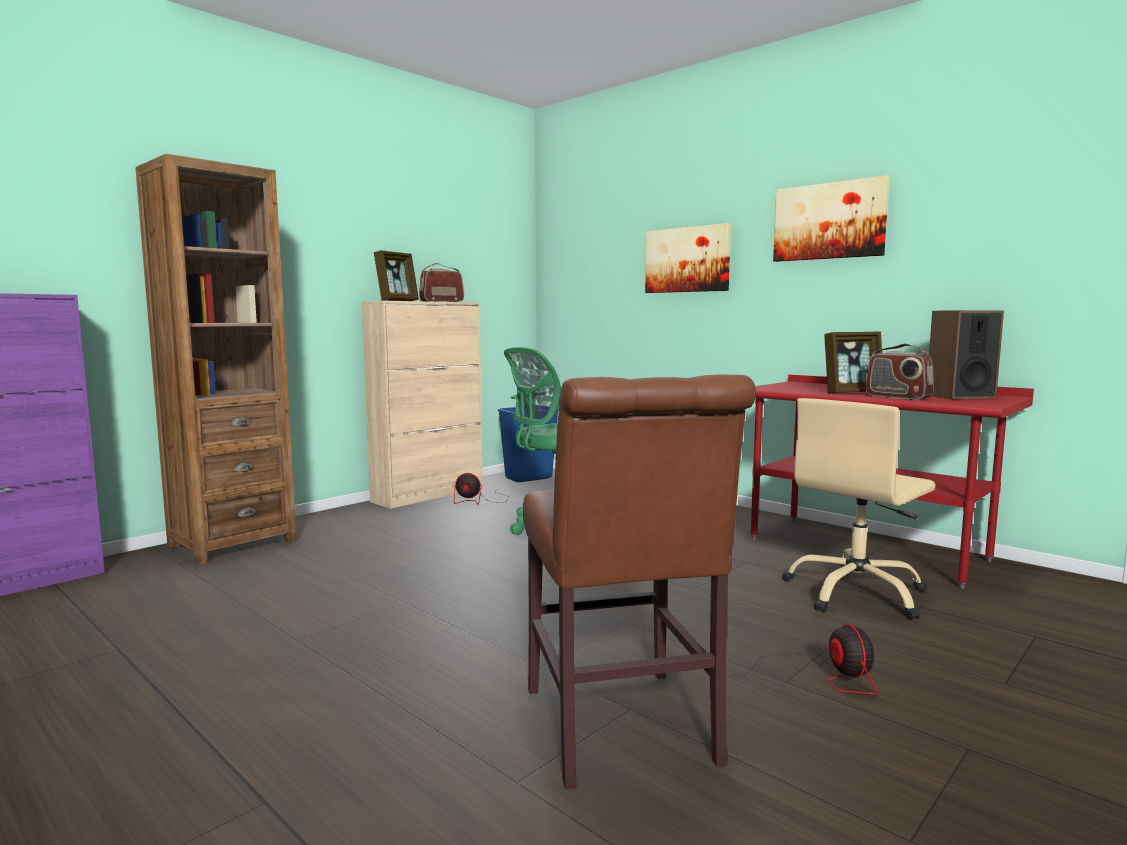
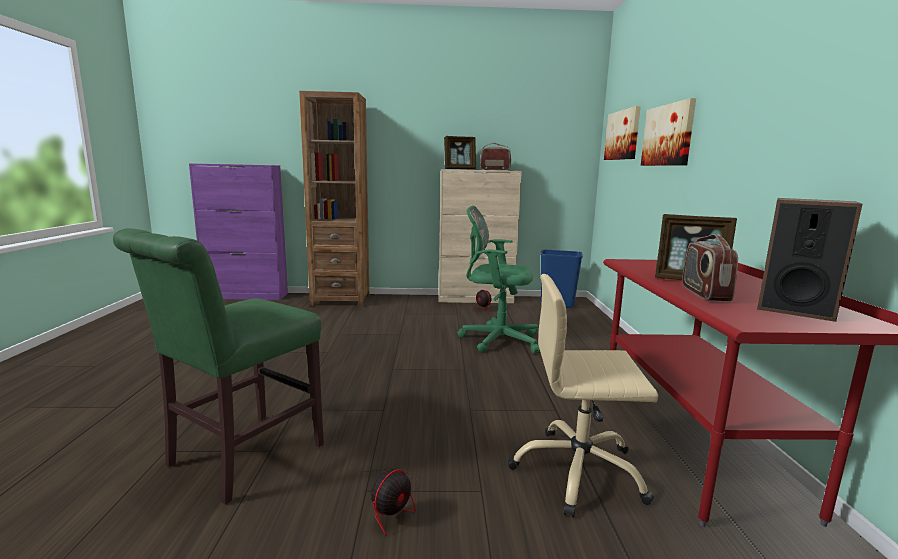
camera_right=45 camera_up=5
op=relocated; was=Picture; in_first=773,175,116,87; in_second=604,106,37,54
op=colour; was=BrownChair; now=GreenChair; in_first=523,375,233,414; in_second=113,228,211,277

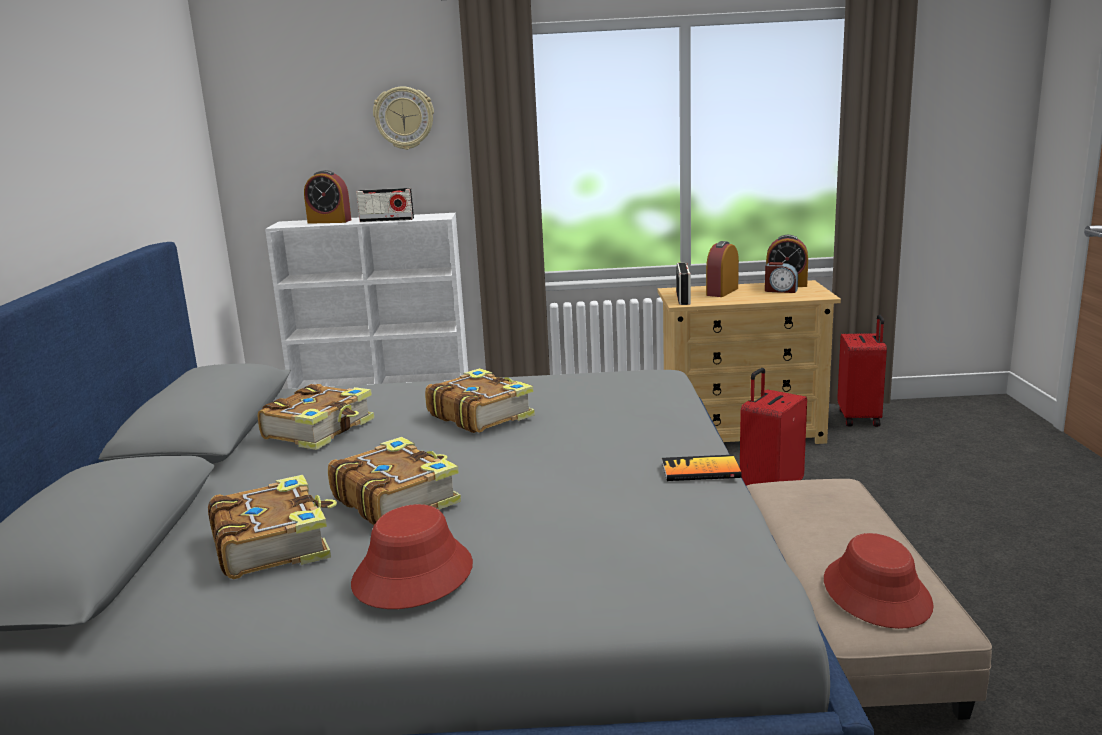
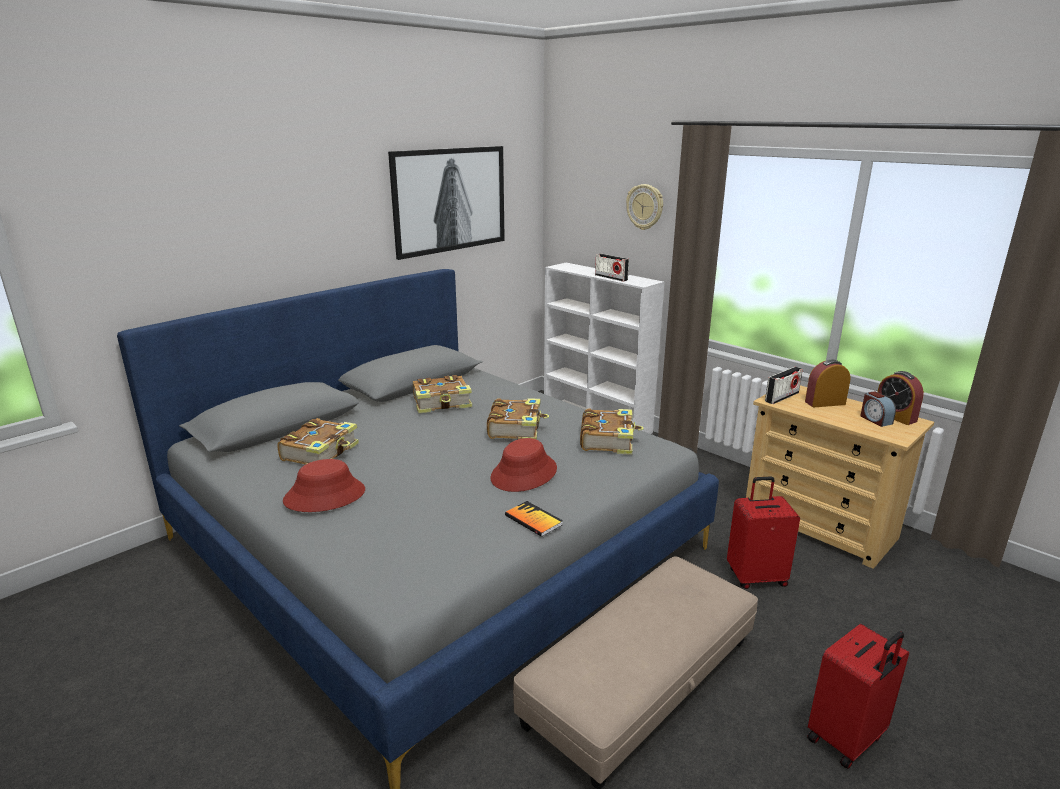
camera_right=45 camera_up=5
op=missing; was=AlarmClock; in_first=304,170,47,54
op=appeared; now=Picture; in_second=388,146,117,114
op=relocated; was=Book; in_first=328,437,133,88; in_second=580,408,64,47
op=relocated; was=RedHat; in_first=824,533,110,96; in_second=490,438,67,54
op=relocated; was=RedSuitcase; in_first=837,314,50,113; in_second=807,624,102,145

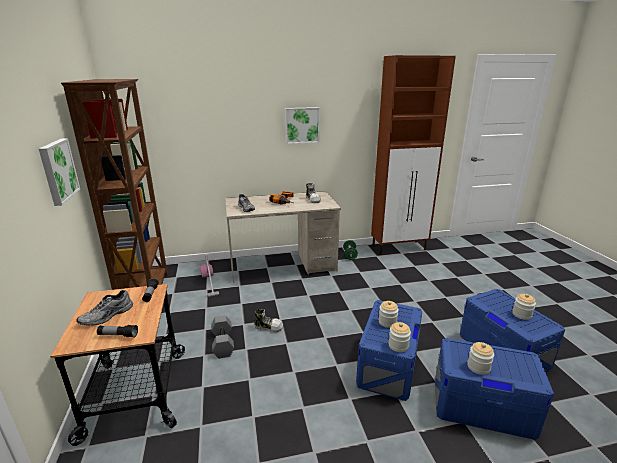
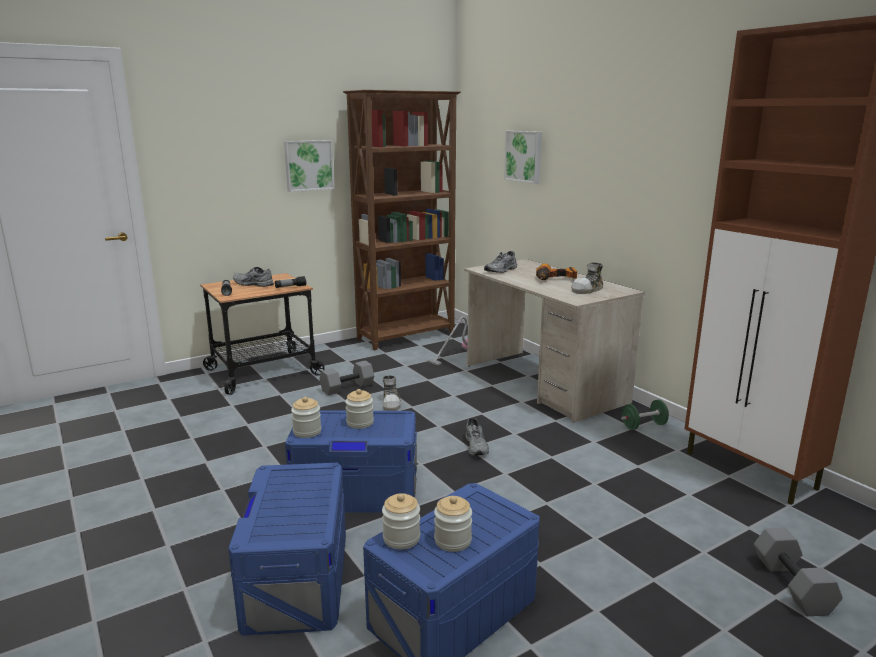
camera_right=70 camera_up=-5
op=appeared; now=GreyShoe; in_second=466,418,23,38
op=appeared; now=GreyDumbbell; in_second=754,527,89,89
op=relocated; was=Picture; in_first=285,107,35,37; in_second=504,131,38,53
op=relocated; was=Jar; in_first=467,342,27,33; in_second=382,493,38,56

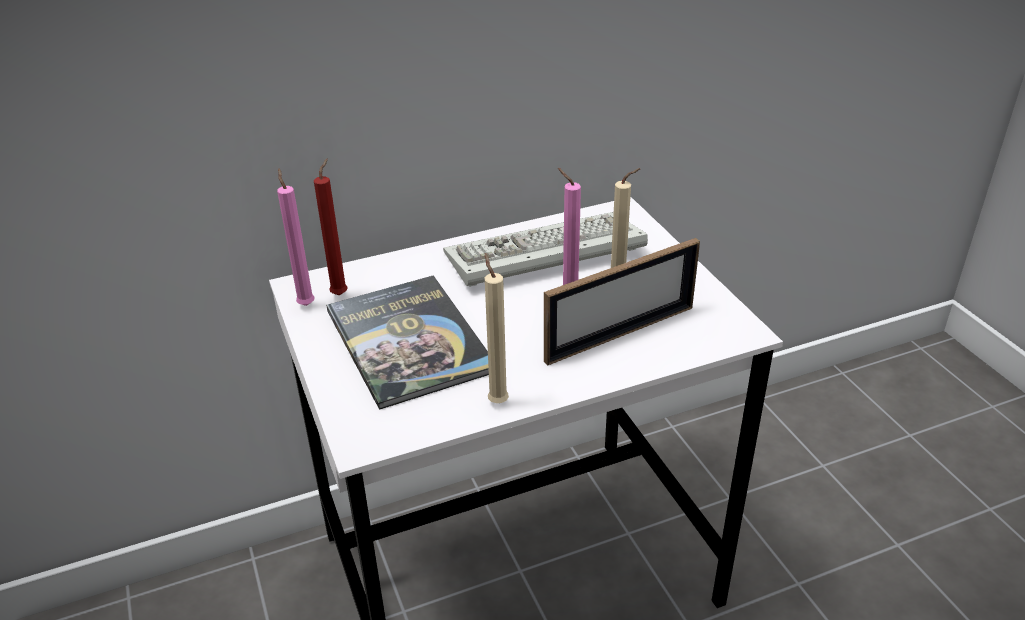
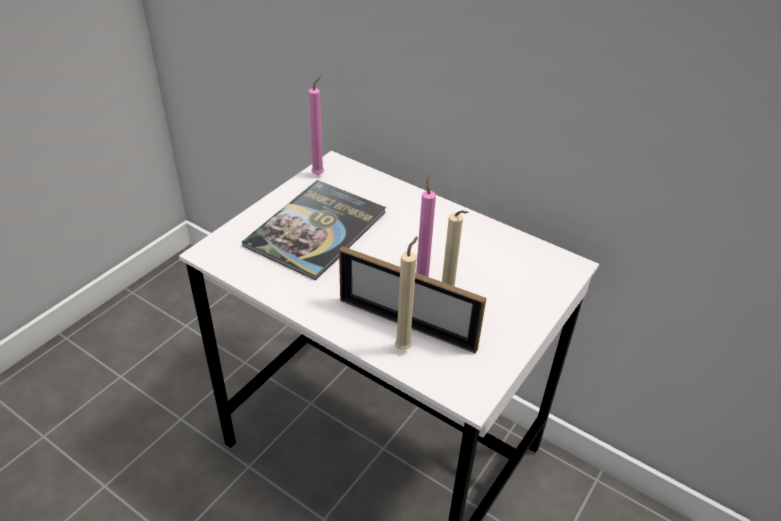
camera_right=55 camera_up=5
op=missing; was=RedCandle; in_first=314,158,34,137
op=missing; was=Keyboard; in_first=443,212,205,75
op=relocated; was=BeigeCandle; in_first=485,253,24,150; in_second=395,236,23,114

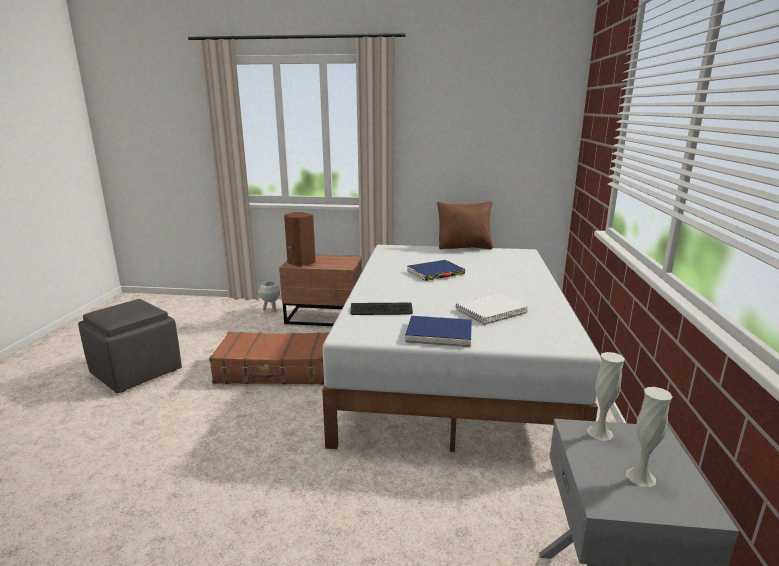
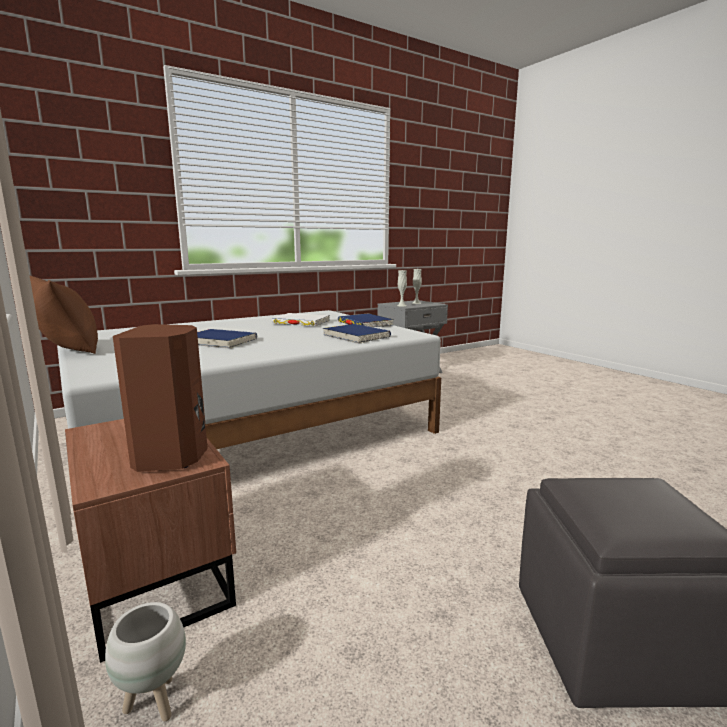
camera_right=-130 camera_up=-5
op=missing; was=BrownSuitcase; in_first=209,332,120,53
op=exchanged; was=Keyboard; now=BlueBook; in_first=350,303,63,12; in_second=323,324,68,20

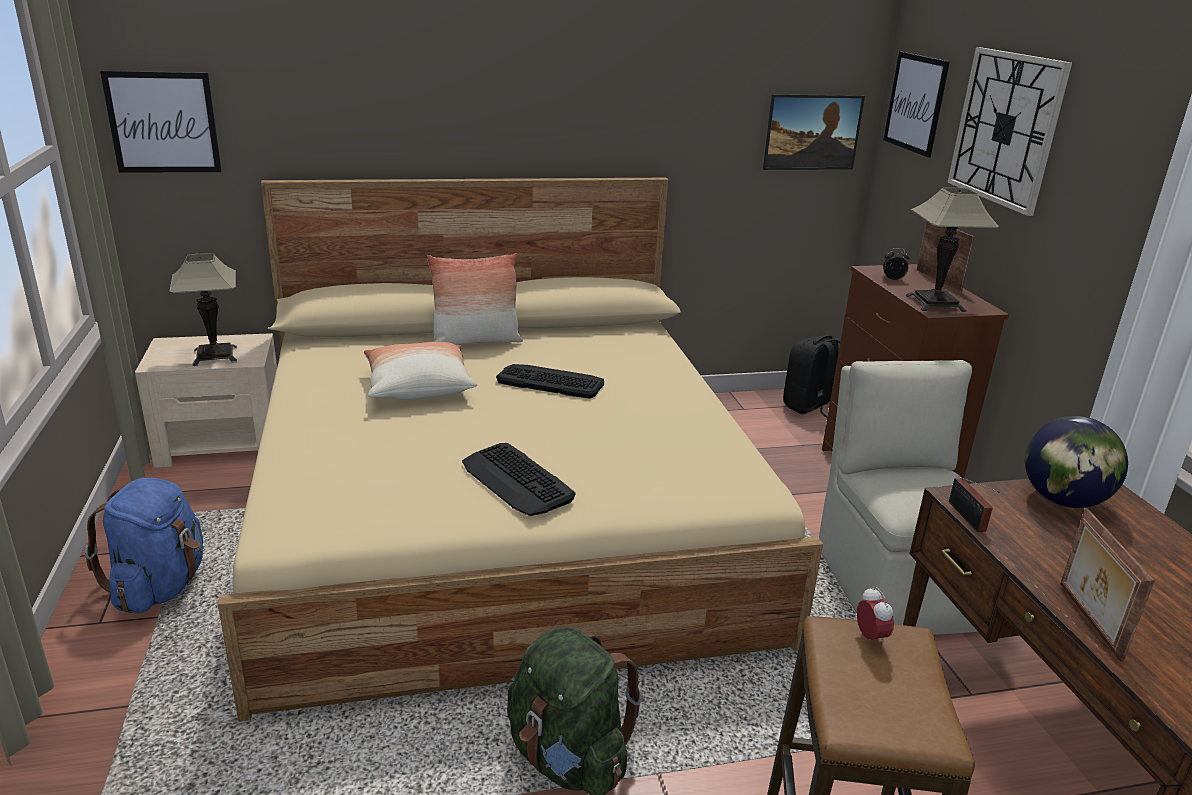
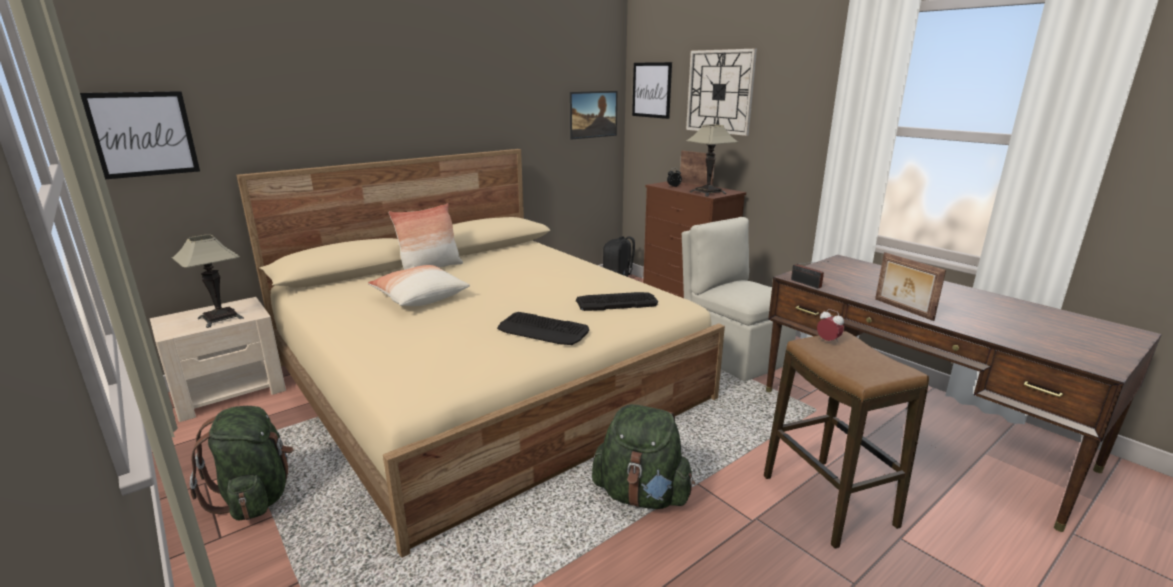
camera_right=-25 camera_up=-5
op=missing; was=Globe; in_first=1025,416,103,92
op=relocated; was=Keyboard; in_first=496,364,108,35; in_second=576,292,82,19
op=colour; was=BlueBackpack; now=GreenBackpack; in_first=85,478,119,135; in_second=190,406,104,114

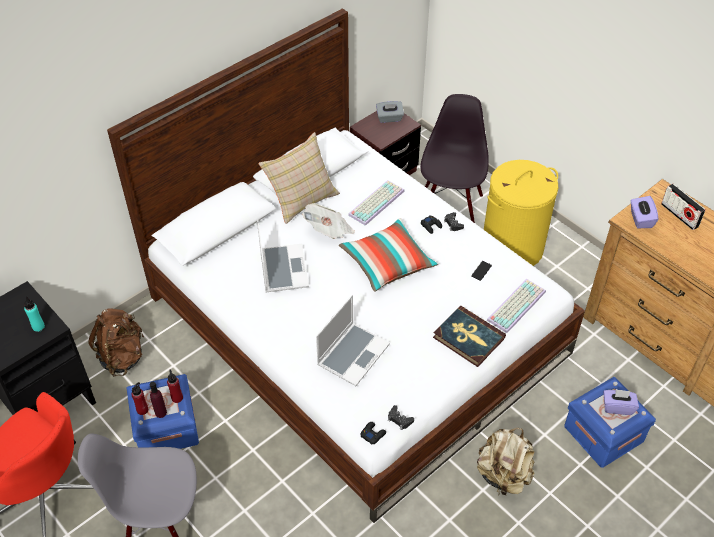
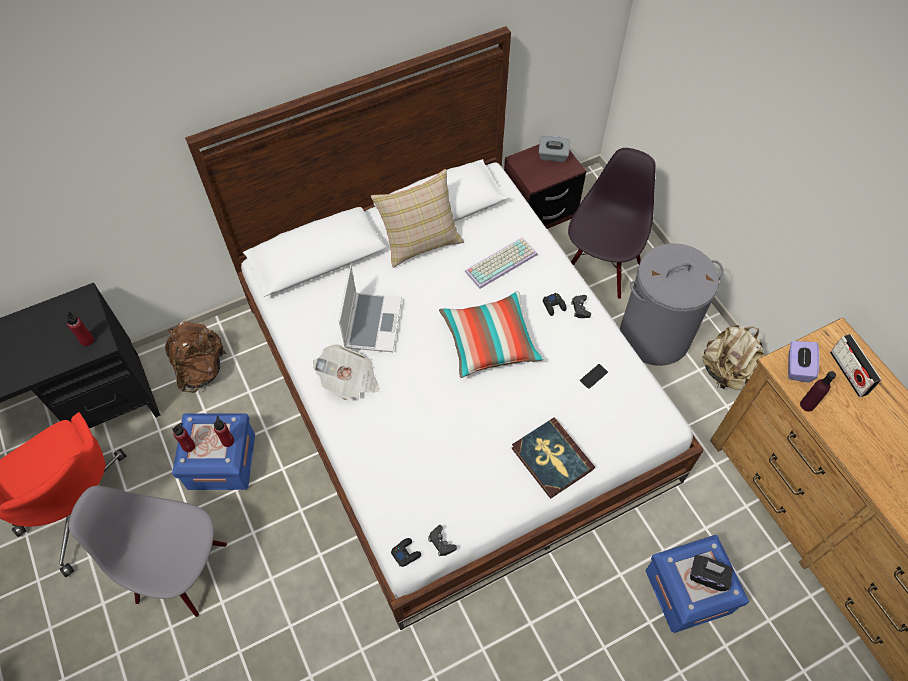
camera_right=15 camera_up=10
op=missing; was=Laptop; in_first=316,295,74,91
op=missing; was=Keyboard; in_first=487,279,59,54
op=relocated; was=PurpleBottle; in_first=150,382,17,36; in_second=800,371,36,41
op=relocated; was=Newspaper; in_first=302,203,53,36; in_second=313,344,67,56
op=relocated; was=BeigeBackpack; in_first=477,428,57,67; in_second=702,325,62,65
op=colour; was=TurquoiseBottle; now=RedBottle; in_first=24,296,21,36; in_second=66,311,28,35
op=colour; was=YellowLaundryBasket; now=GreyLaundryBasket; in_first=484,160,74,106; in_second=620,243,103,123
op=colour; was=PurpleTissueBox; now=BlackTissueBox; in_first=603,389,36,26; in_second=690,555,43,36

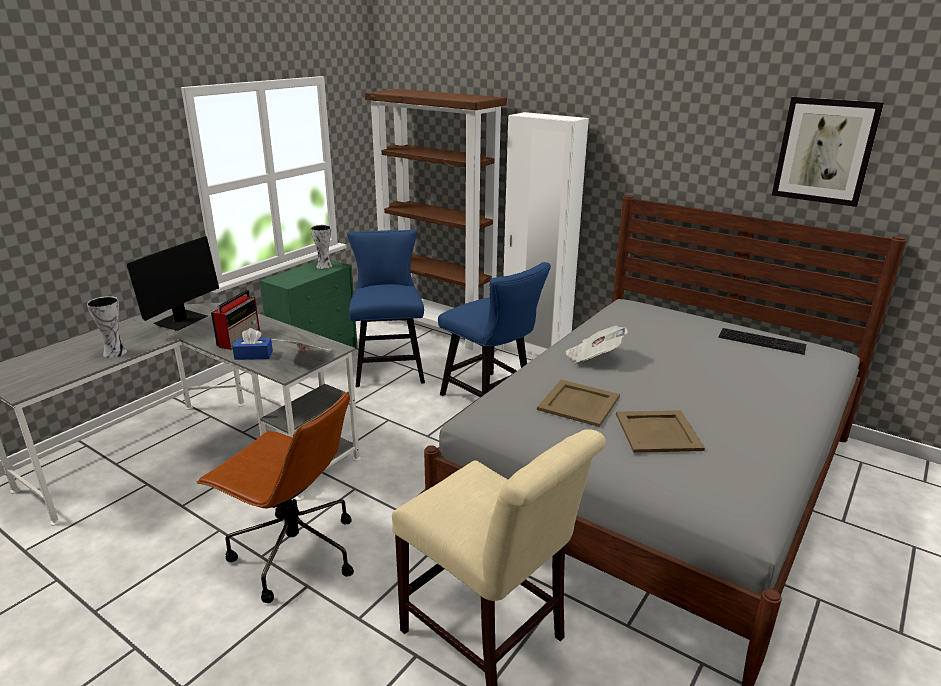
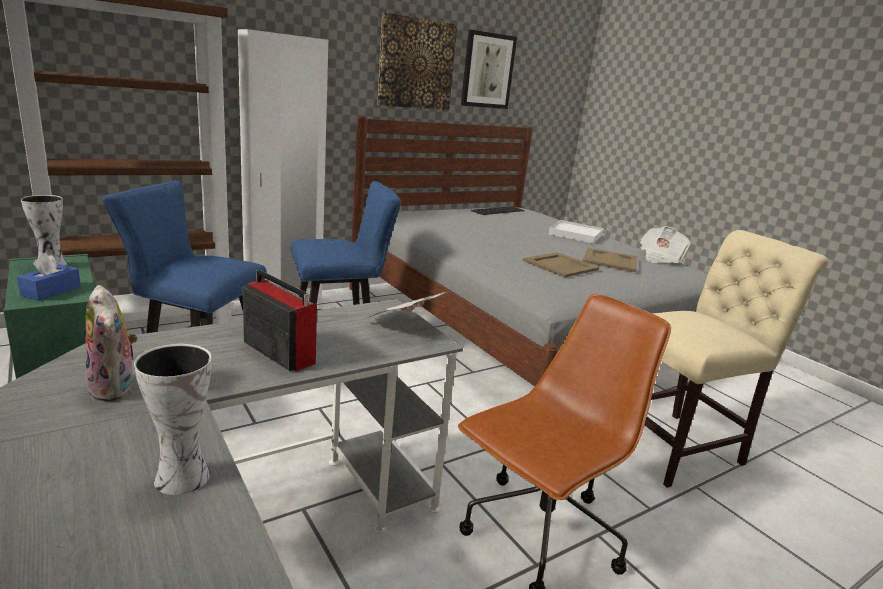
camera_right=-70 camera_up=-5
op=appeared; now=Picture; in_second=377,12,80,98
op=appeared; now=WhiteTray; in_second=549,220,55,24
op=relocated; was=BlueTissueBox; in_first=232,328,41,32; in_second=17,253,64,48
op=relocated; was=Newspaper; in_first=565,325,63,38; in_second=640,226,51,37
op=exchanged; was=Monitor; now=PlushToy; in_first=127,236,92,95; in_second=85,285,53,116

